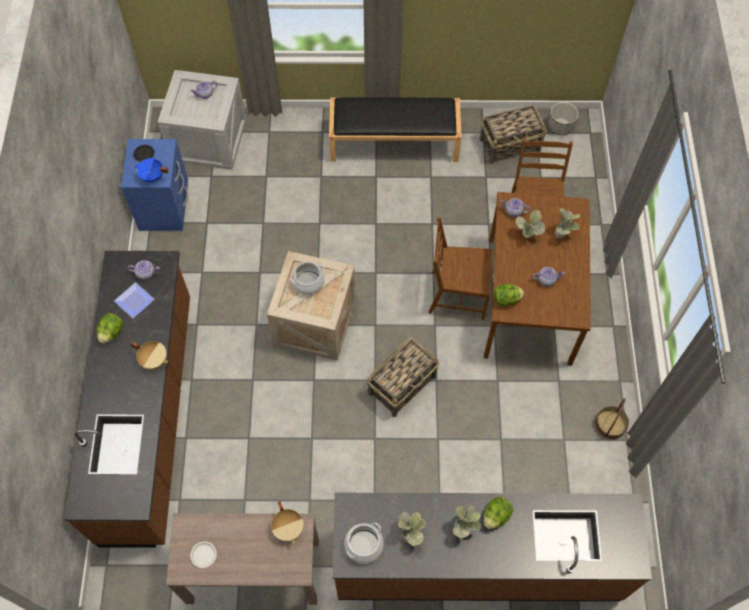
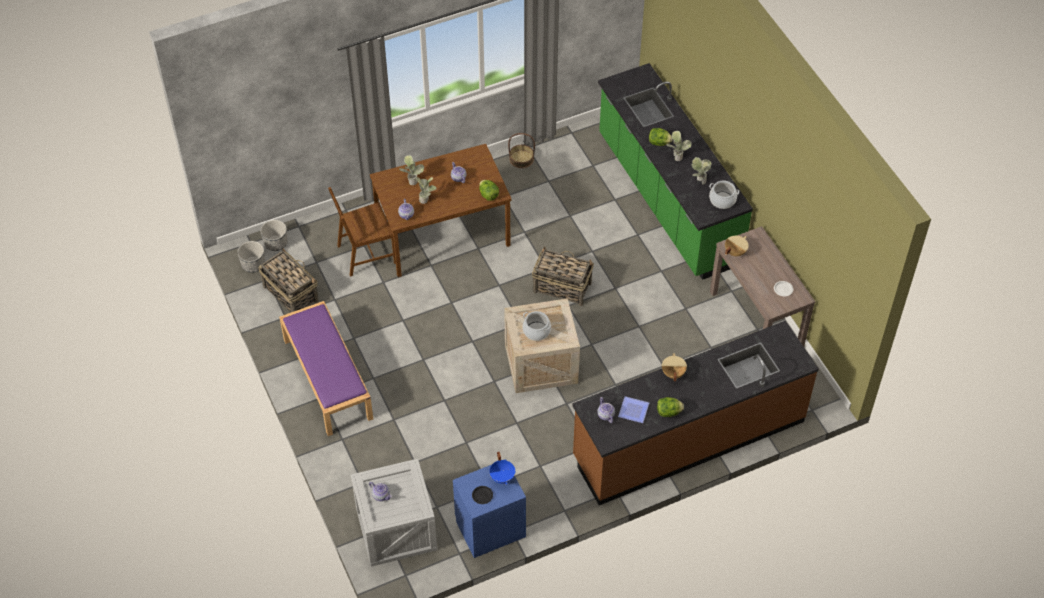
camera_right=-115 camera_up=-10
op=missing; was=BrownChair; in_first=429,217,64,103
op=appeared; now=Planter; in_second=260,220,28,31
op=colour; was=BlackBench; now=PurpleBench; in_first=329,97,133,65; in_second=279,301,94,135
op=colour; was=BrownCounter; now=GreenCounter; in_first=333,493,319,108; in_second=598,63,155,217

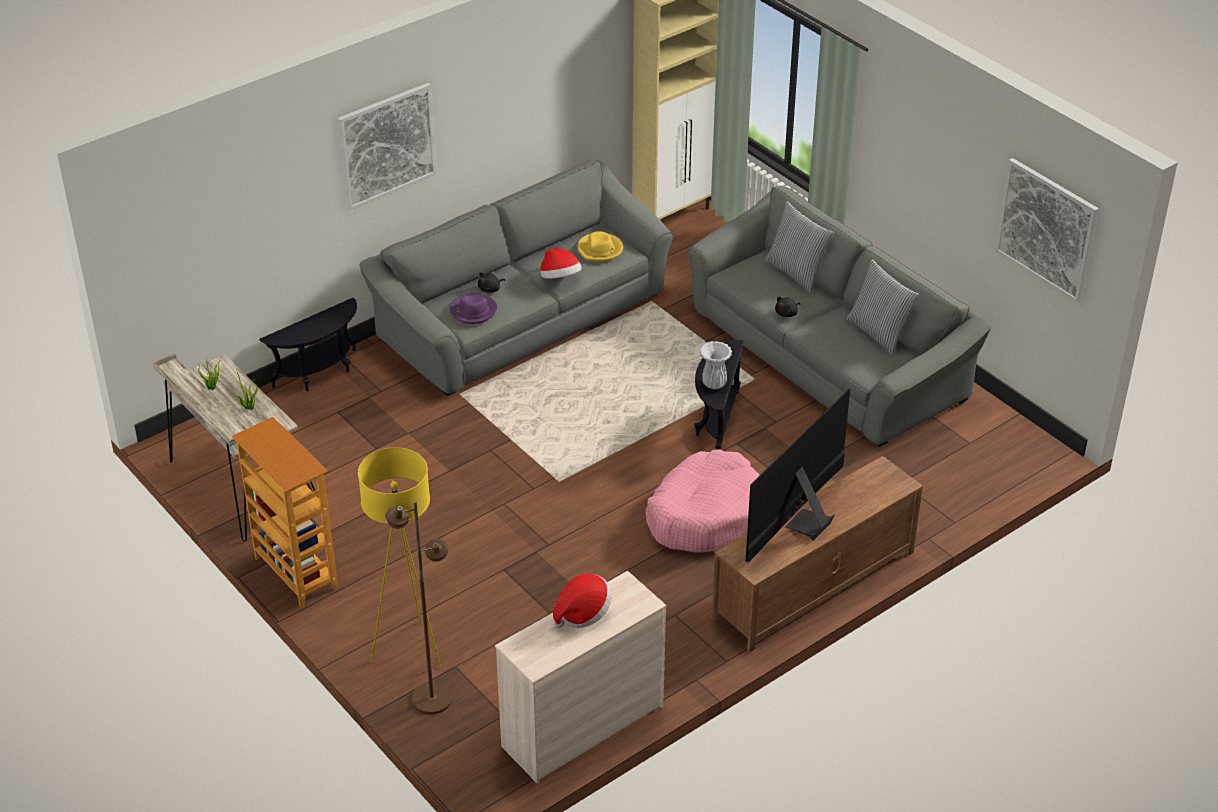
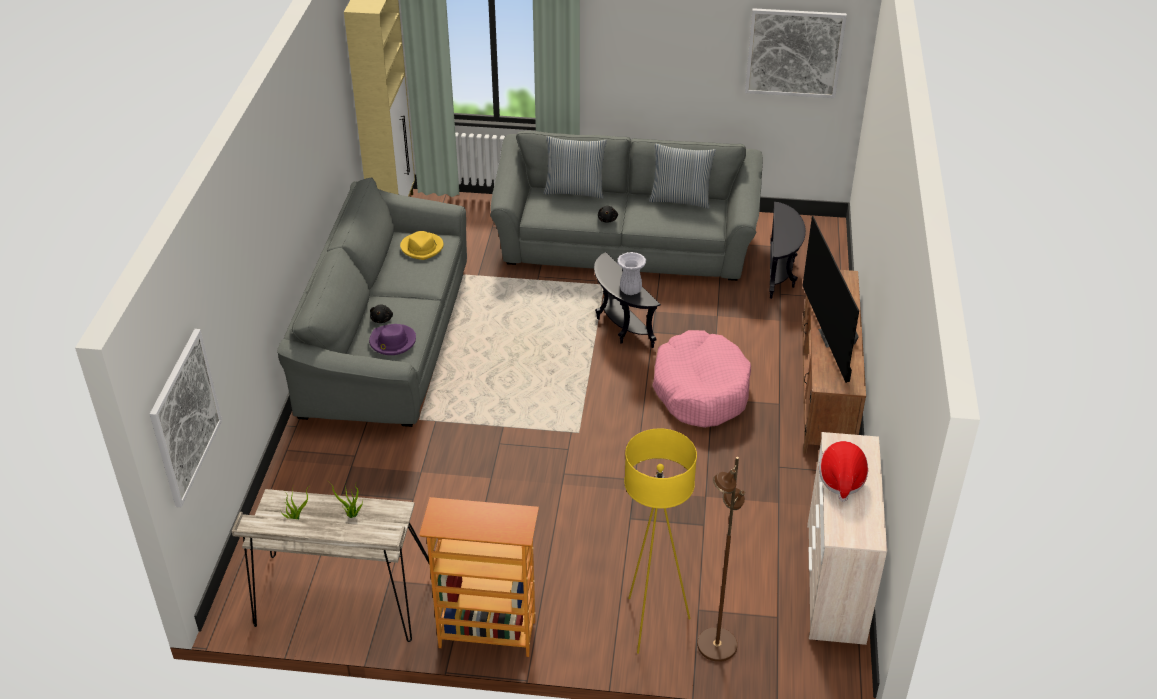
camera_right=-45 camera_up=0
op=missing; was=Hat; in_first=540,248,42,31
op=relocated; was=BlackSideTable; in_first=259,298,98,93; in_second=769,202,37,97
op=relocated; was=Picture; in_first=337,83,100,128; in_second=150,329,72,178

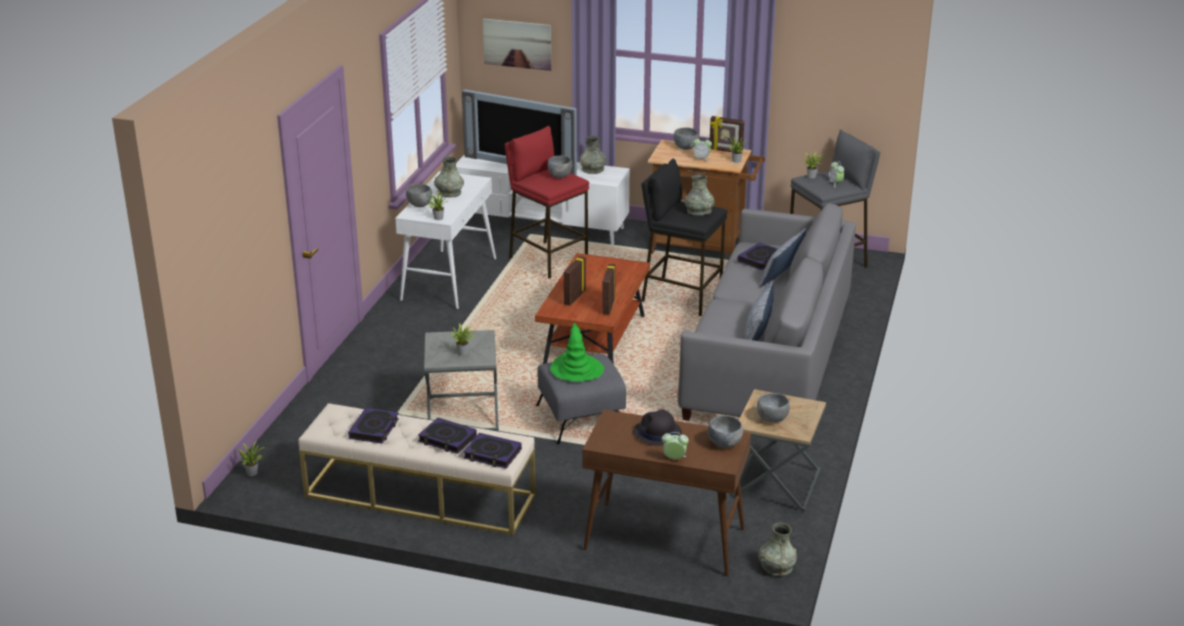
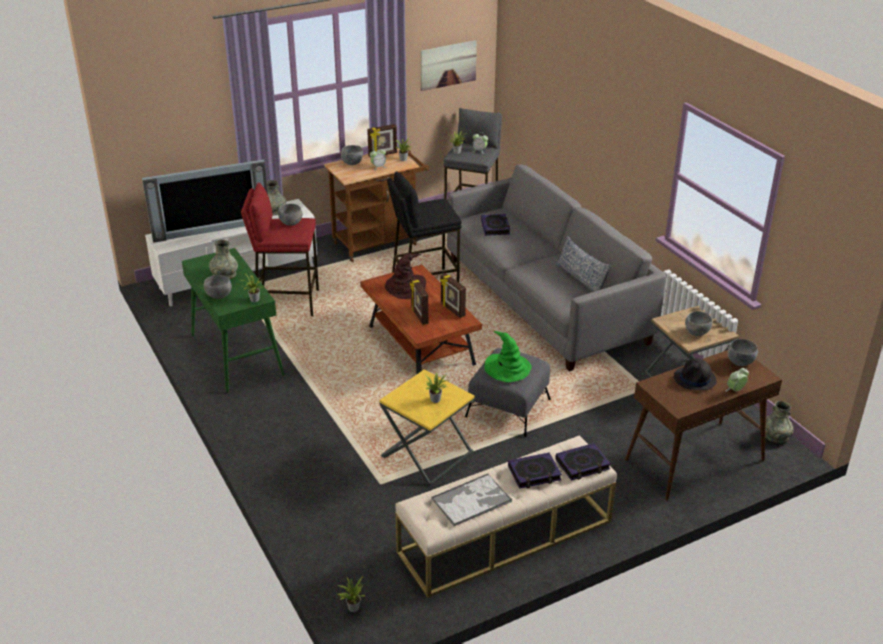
camera_right=-45 camera_up=5
op=missing; was=GreyVase; in_first=684,174,31,42
op=missing; was=Pillow; in_first=759,228,48,60
op=appeared; now=BrownHat; in_second=385,253,41,46
op=relocated; was=Picture; in_first=483,18,68,53; in_second=421,40,56,51
op=exchanged; was=Book; now=Tray; in_first=348,408,51,36; in_second=431,473,81,54
op=colour; was=WhiteConsoleTable; now=GreenConsoleTable; in_first=395,171,101,138; in_second=182,248,103,145
op=colour; was=GreySideTable; now=YellowSideTable; in_first=424,330,75,101; in_second=379,369,96,117

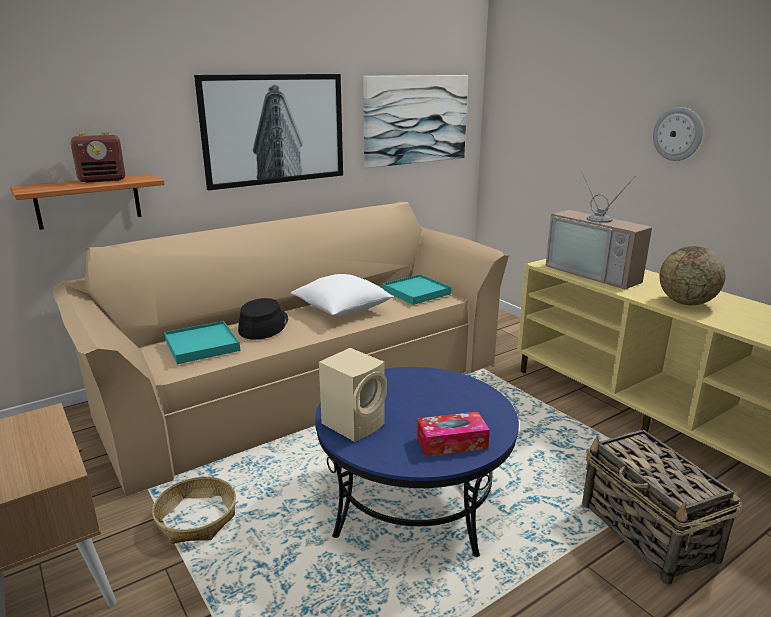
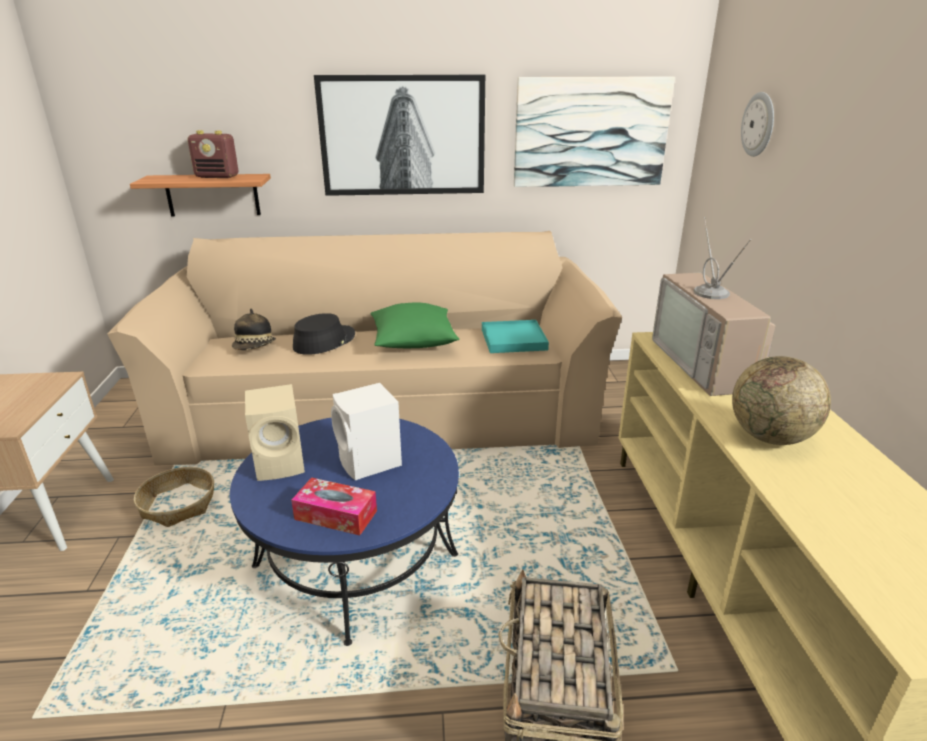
camera_right=30 camera_up=5
op=appeared; now=WhiteSpeaker; in_second=331,383,71,97
op=relocated; was=WallClock; in_first=653,107,50,54; in_second=741,92,33,65
op=exchanged; was=TurquoiseTray; now=Hat; in_first=164,321,76,43; in_second=232,309,44,41
op=colour; was=WhitePillow; now=GreenPillow; in_first=291,274,103,42; in_second=370,302,89,46

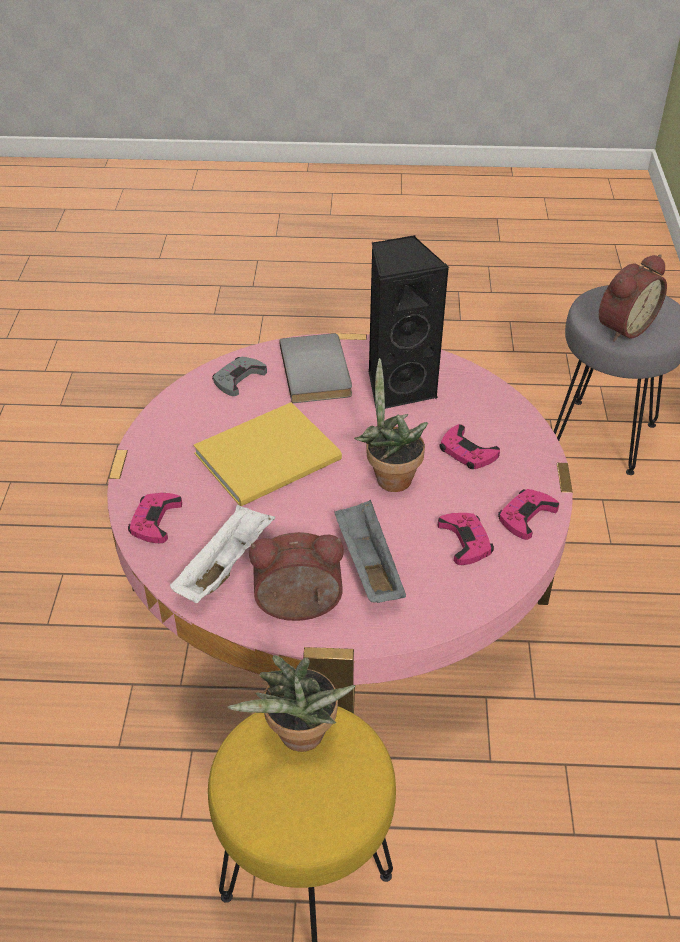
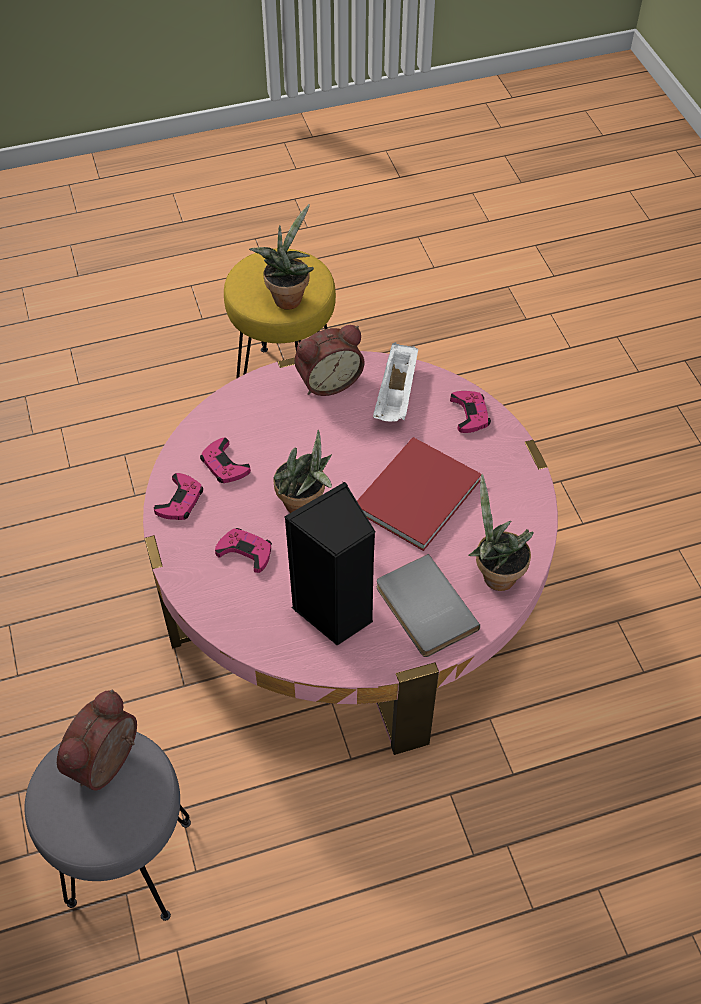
camera_right=160 camera_up=10
op=missing; was=GreyTray; in_first=334,500,72,103
op=exchanged; was=GreyGameController; now=PottedPlant; in_first=212,357,55,39; in_second=468,474,66,117
op=colour; was=YellowBook; now=RedBook; in_first=193,402,149,104; in_second=357,437,124,114

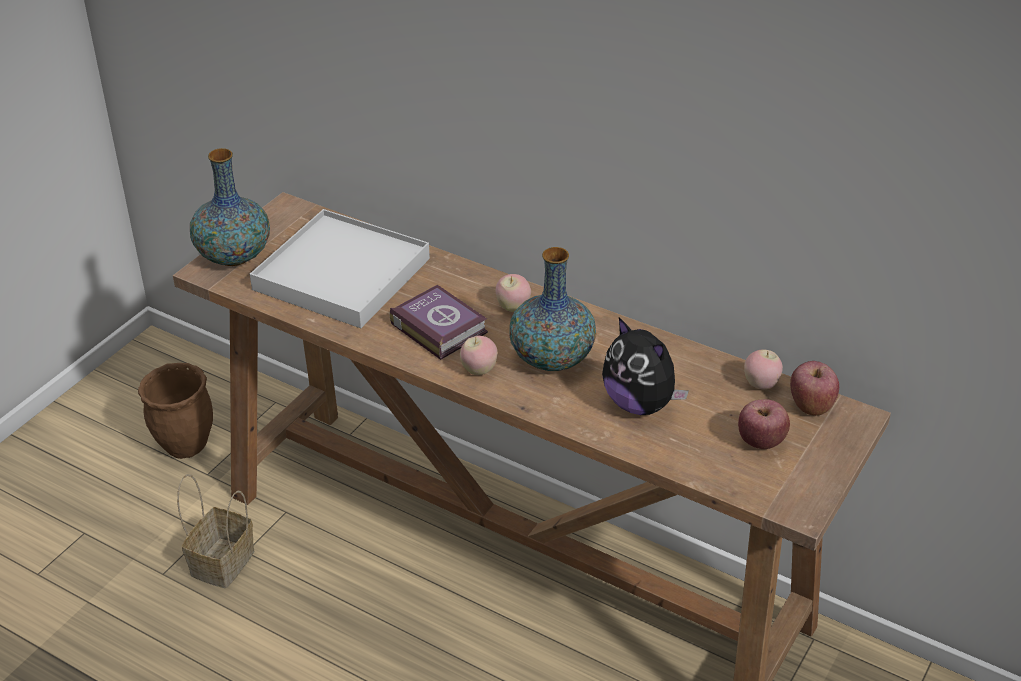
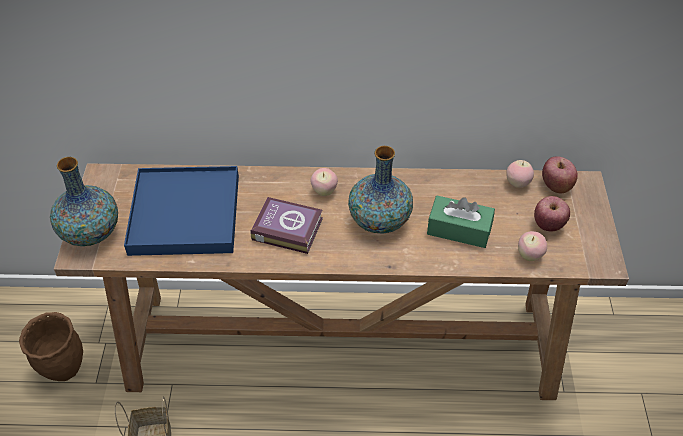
camera_right=-30 camera_up=10
op=relocated; was=Apple; in_first=460,336,38,39; in_second=518,231,29,30
op=exchanged; was=PlushToy; now=GreenTissueBox; in_first=602,317,87,98; in_second=427,195,68,53
op=colour; was=WhiteTray; now=BlueTray; in_first=250,209,180,119; in_second=124,166,115,90

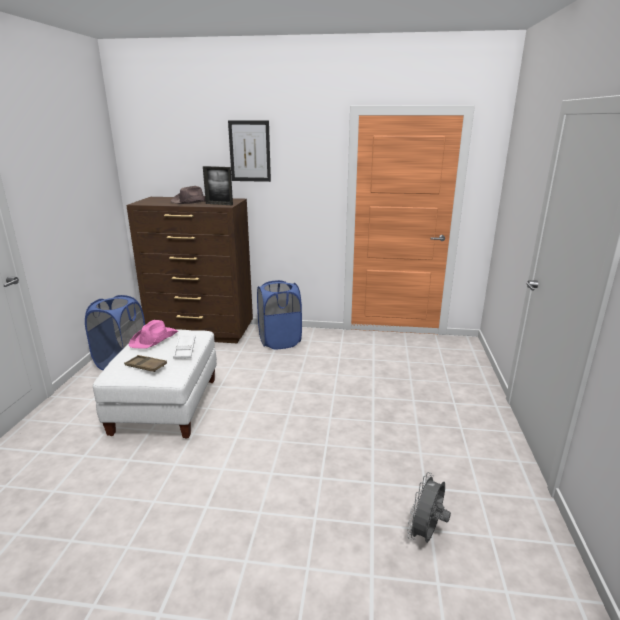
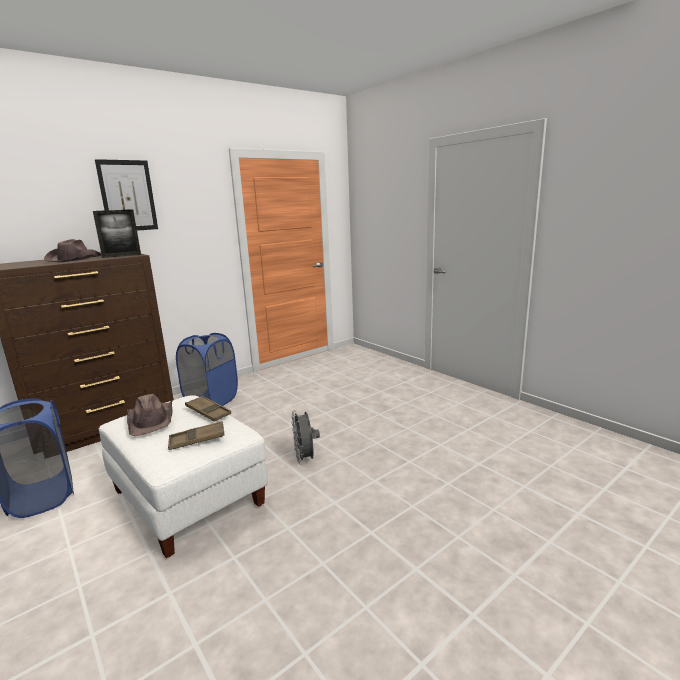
camera_right=-45 camera_up=-5
op=relocated; was=GreyFan; in_first=407,472,44,71; in_second=291,410,29,54
op=colour; was=PinkHat; now=BrownHat; in_first=129,320,49,28; in_second=127,394,46,42
op=colour; was=WhiteTray; now=BrownTray; in_first=173,335,22,24; in_second=185,396,46,26

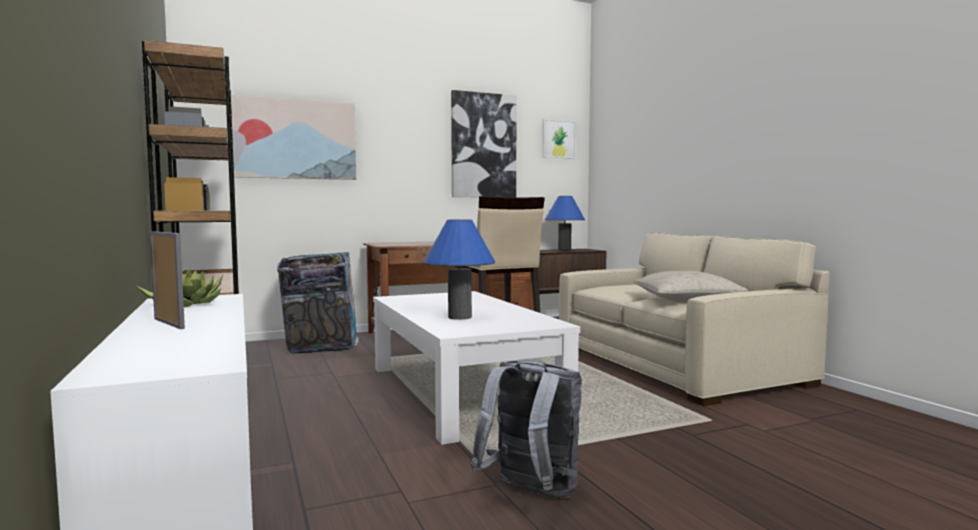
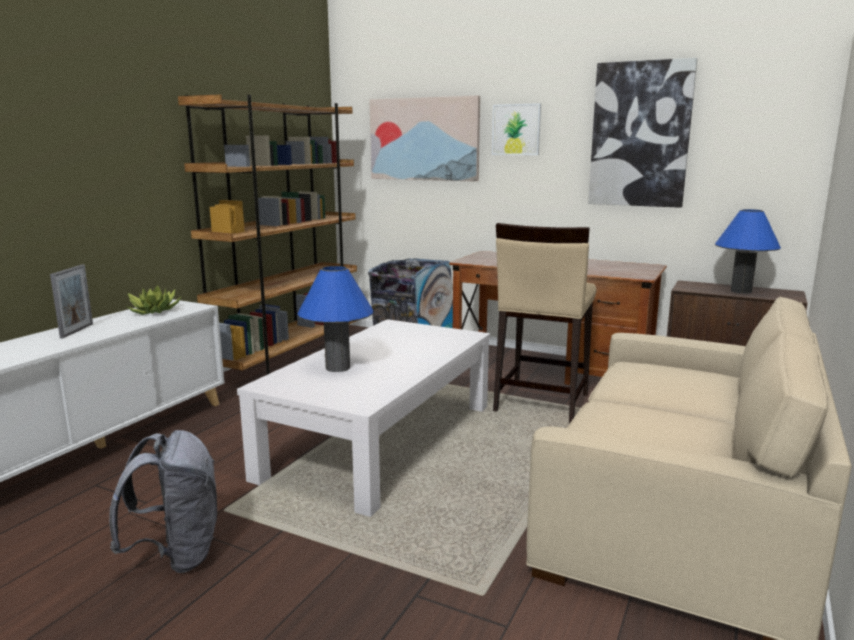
camera_right=50 camera_up=10
op=missing; was=BeigePillow; in_first=633,271,115,31
op=relocated; was=Picture; in_first=542,119,34,40; in_second=492,103,49,52

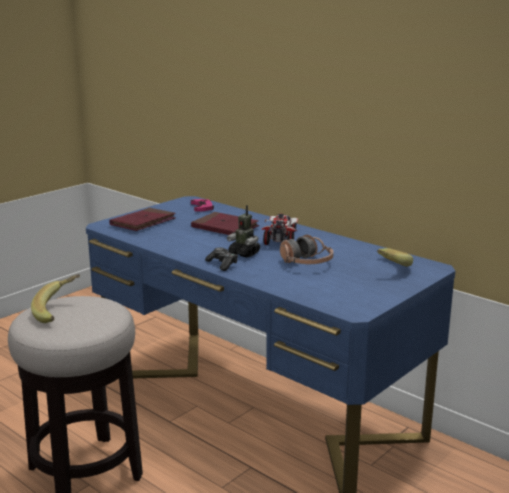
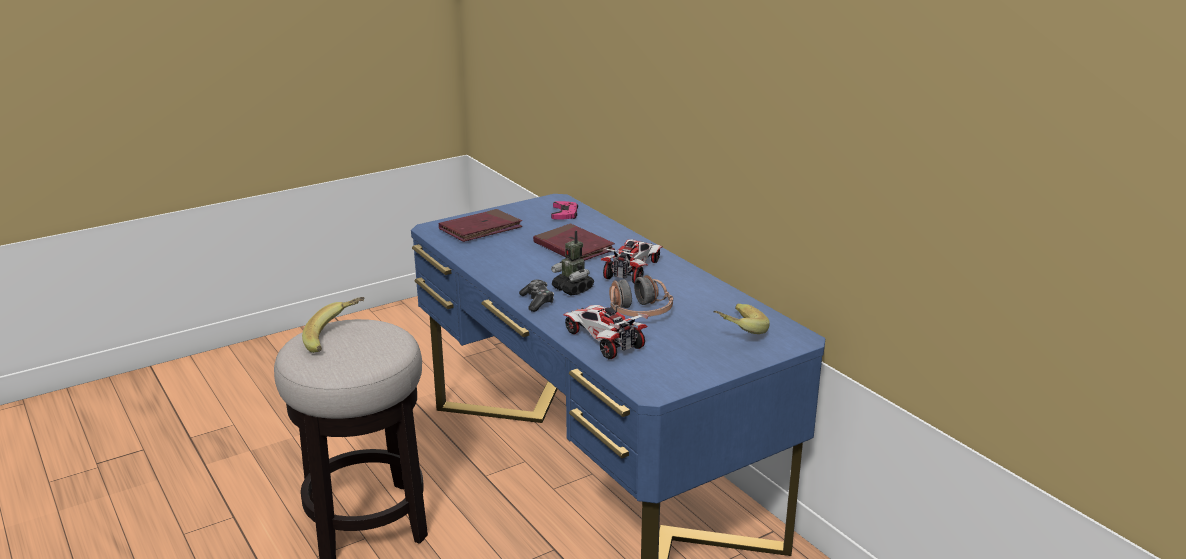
camera_right=15 camera_up=5
op=appeared; now=ToyCar; in_second=563,305,86,54

